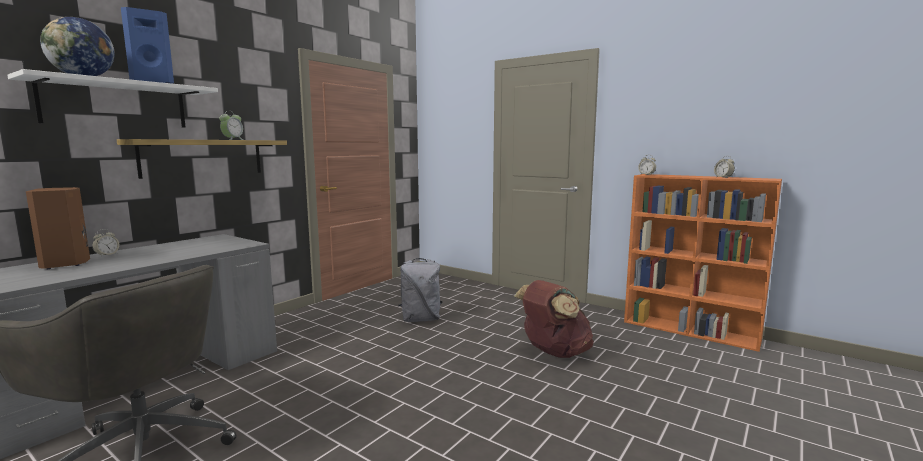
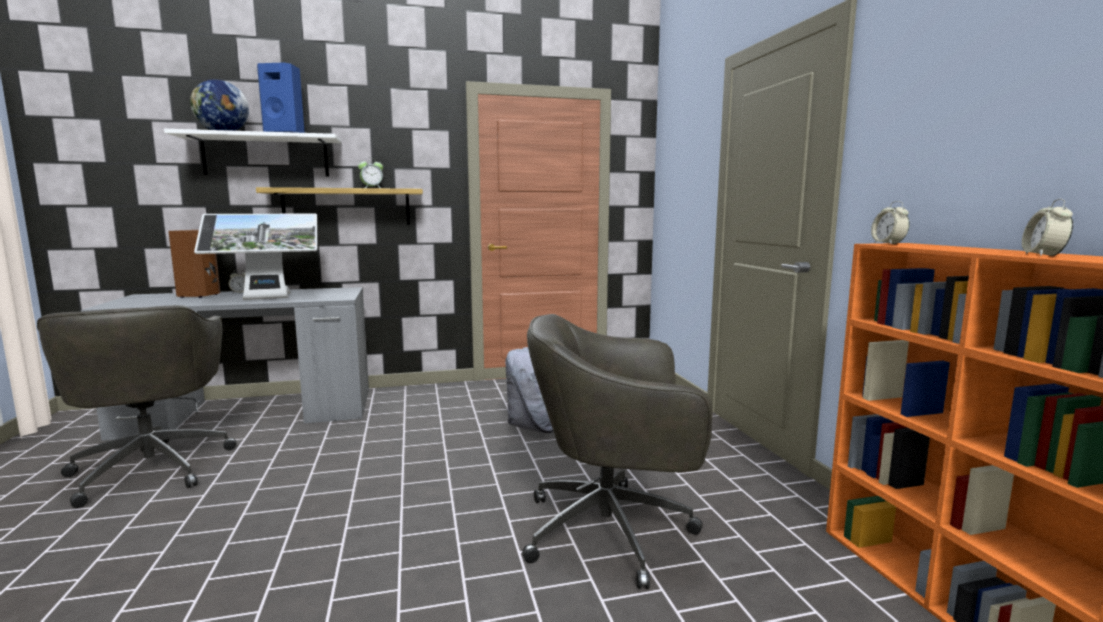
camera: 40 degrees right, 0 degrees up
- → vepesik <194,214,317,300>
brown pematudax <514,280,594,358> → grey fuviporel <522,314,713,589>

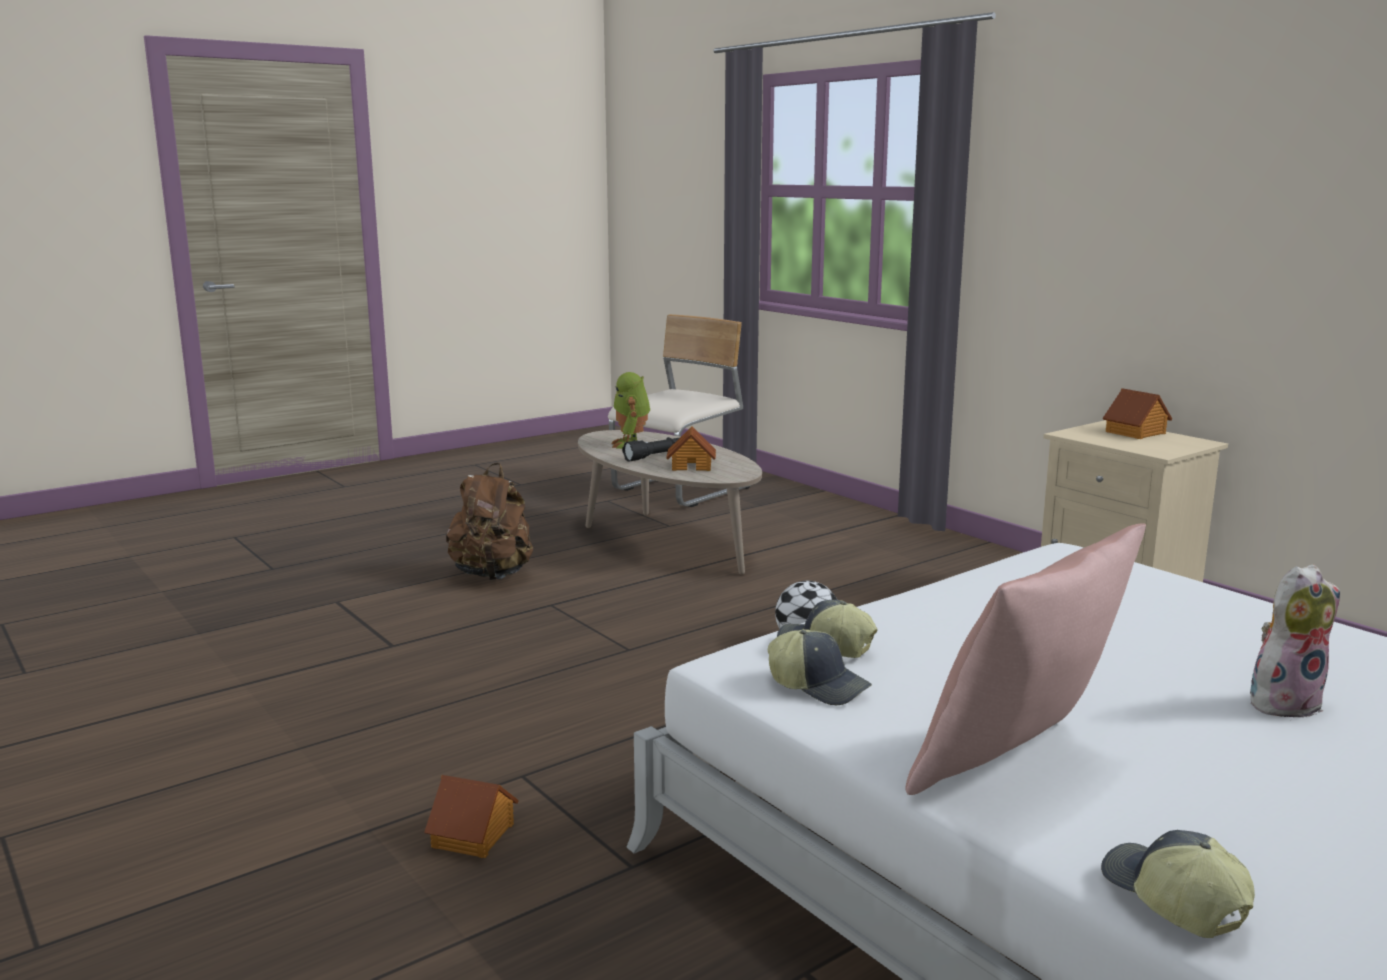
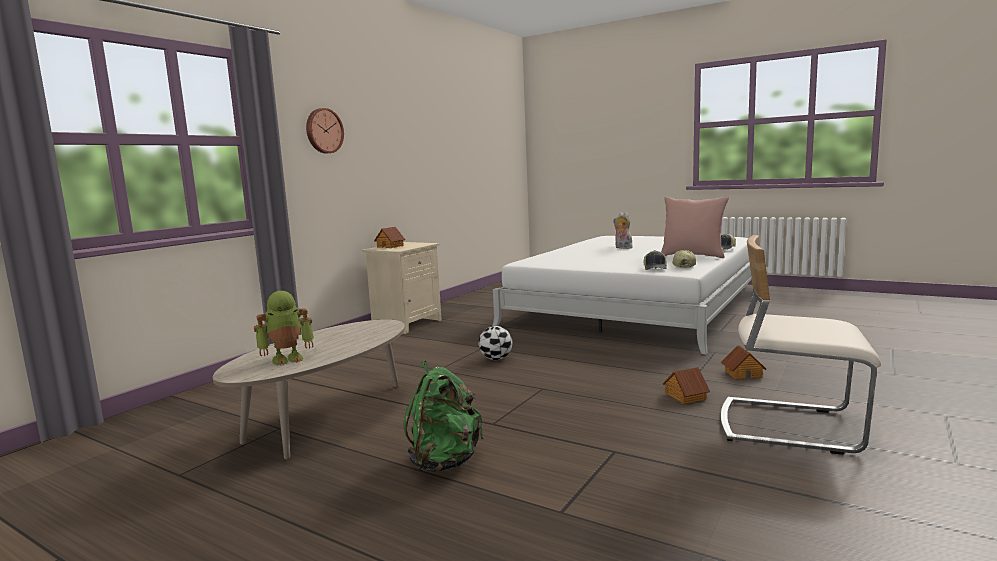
camera: 110 degrees left, 5 degrees down
- → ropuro <306,108,344,153>
brown pematudax <446,463,533,580> → green pematudax <403,360,483,473>
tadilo <666,426,716,471> → tadilo <663,367,710,404>, shifted
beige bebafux <608,314,751,507> → beige bebafux <721,235,881,455>, shifted
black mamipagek <622,437,679,461> → -

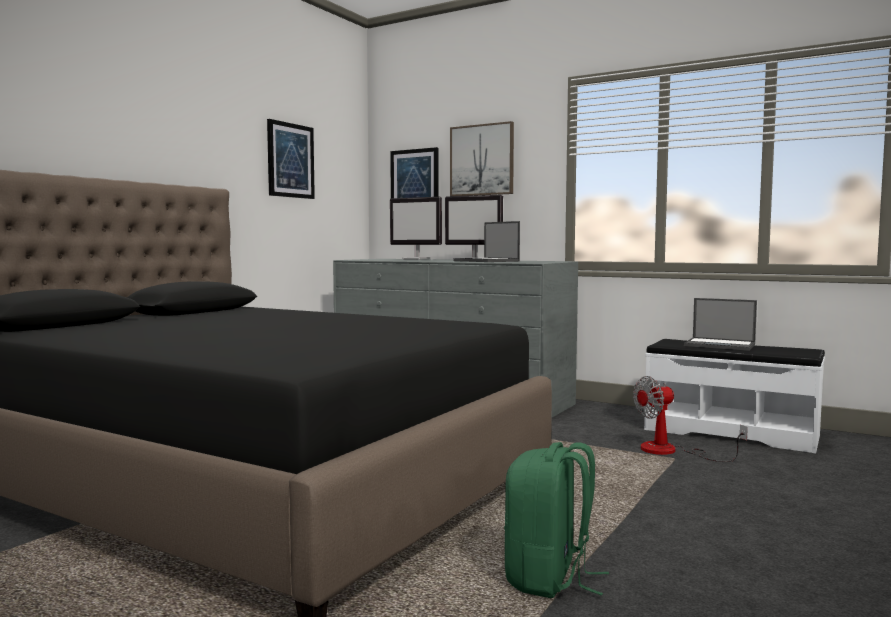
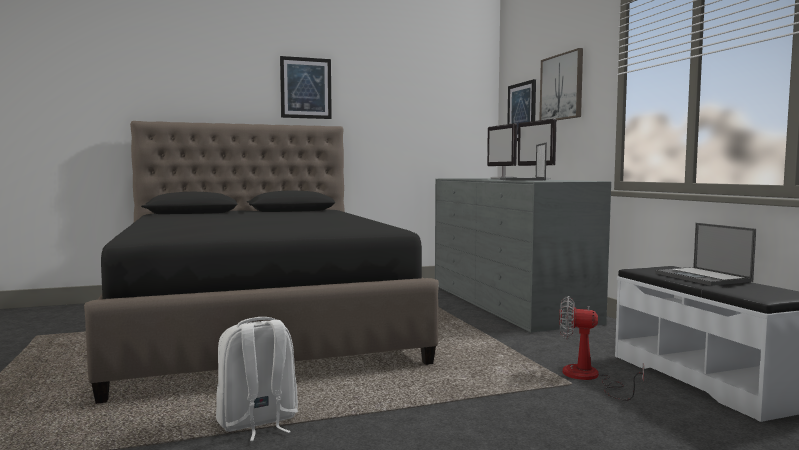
camera: 40 degrees right, 0 degrees up
green pematudax <504,442,609,598> → white pematudax <216,317,298,441>
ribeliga <267,119,315,199> → ribeliga <280,56,332,119>, shifted

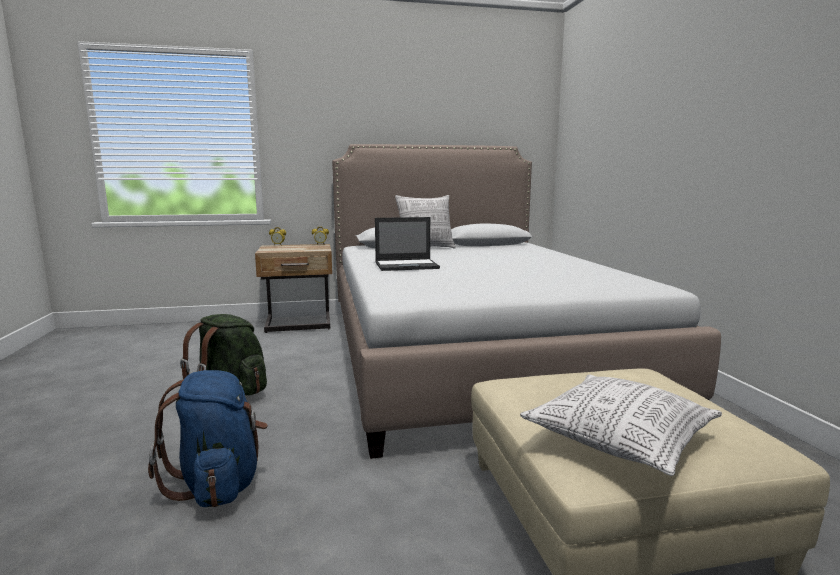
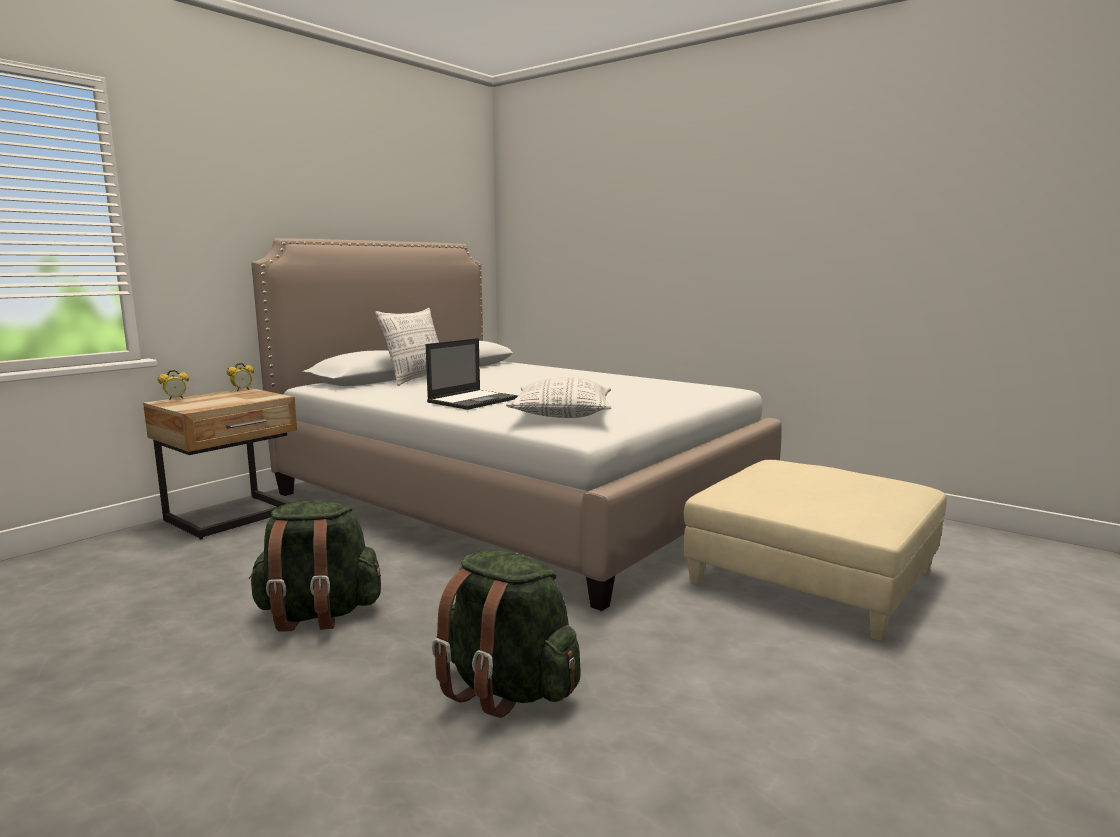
camera: 40 degrees left, 0 degrees up
blue pematudax <148,370,268,507> → green pematudax <432,550,581,718>
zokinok <520,374,722,476> → zokinok <506,377,611,418>, shifted

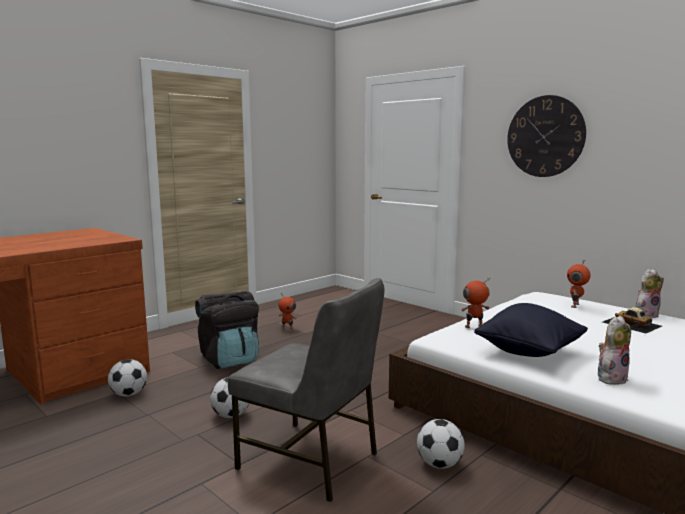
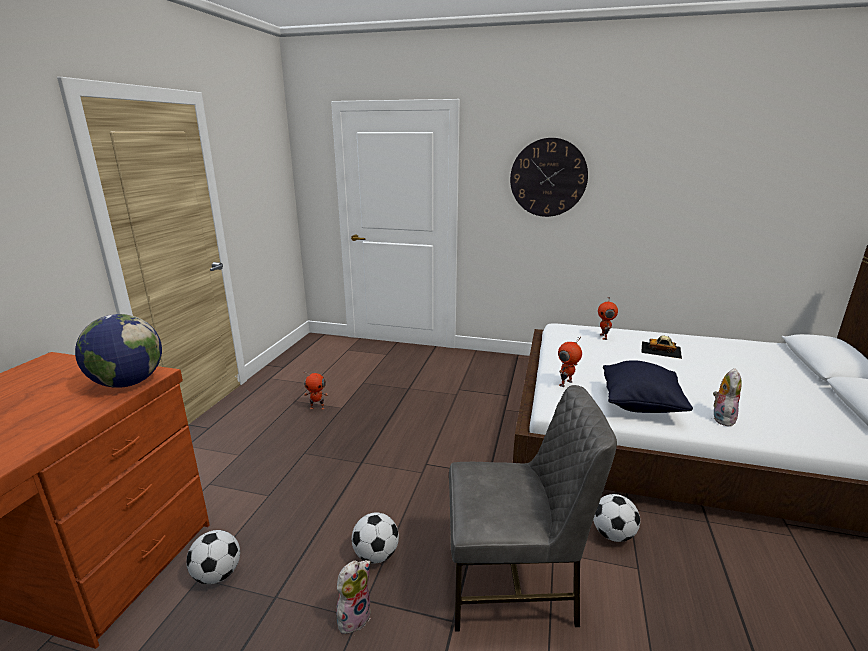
camera: 30 degrees left, 10 degrees up
- → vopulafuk <75,314,162,388>
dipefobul <635,269,664,319> → dipefobul <336,560,371,634>, shifted
black pematudax <195,291,259,369> → -

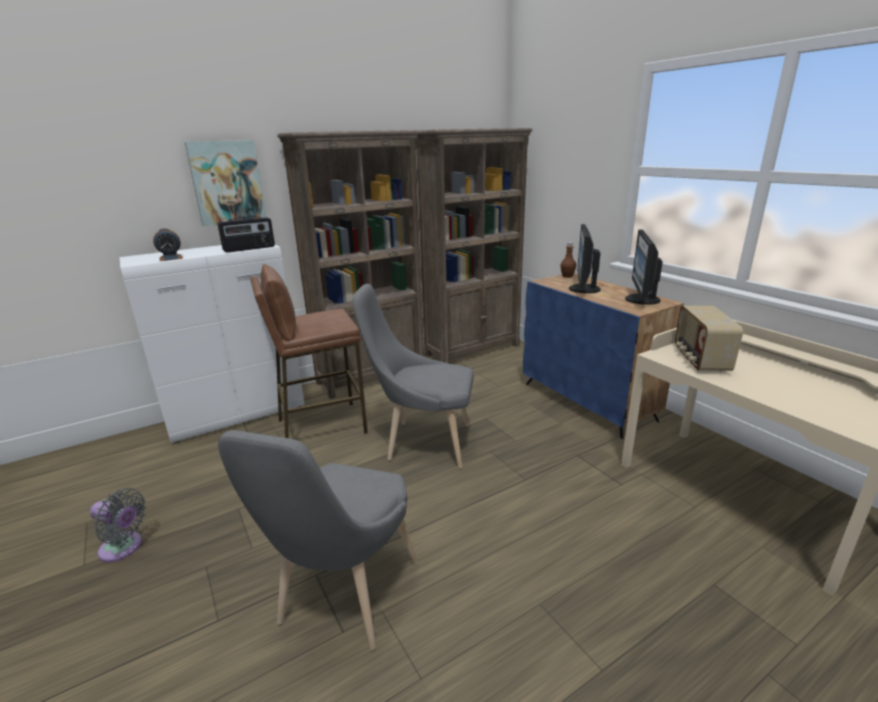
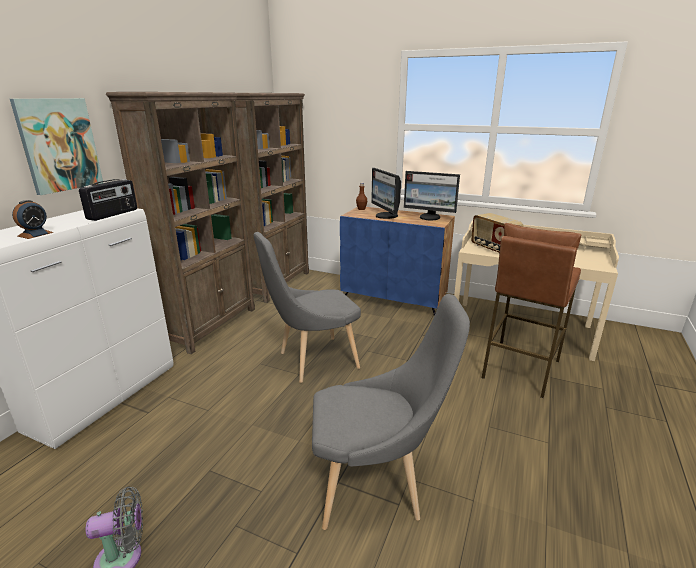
camera: 35 degrees left, 0 degrees up
grey bebafux <218,430,418,650> → grey bebafux <312,294,470,530>, 75 degrees counterclockwise
vepesik <625,229,663,305> → vepesik <404,171,460,220>, 45 degrees counterclockwise
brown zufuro <251,264,368,438> → brown zufuro <482,223,581,398>, shifted

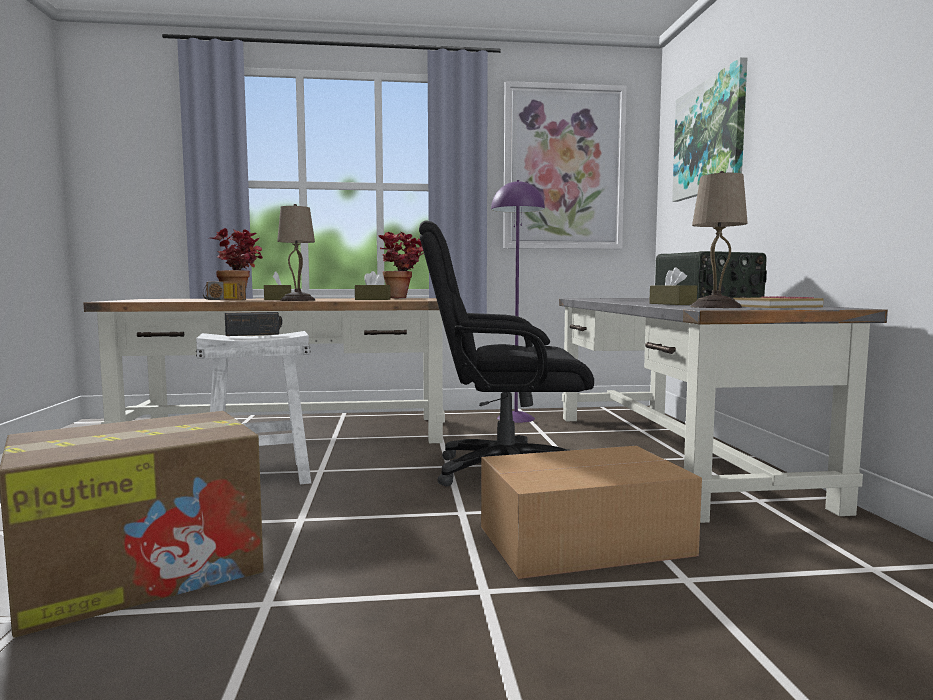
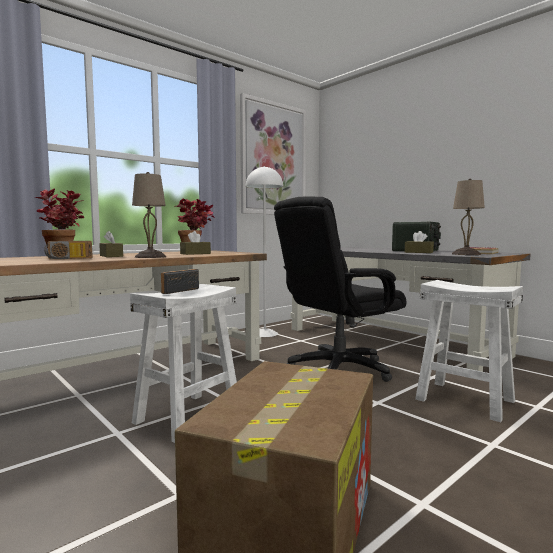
camera: 35 degrees left, 0 degrees up
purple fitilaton <491,180,545,423> → white fitilaton <246,166,283,337>
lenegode <481,446,702,579> → white zufuro <415,280,523,422>
ribeliga <672,57,747,202> → -

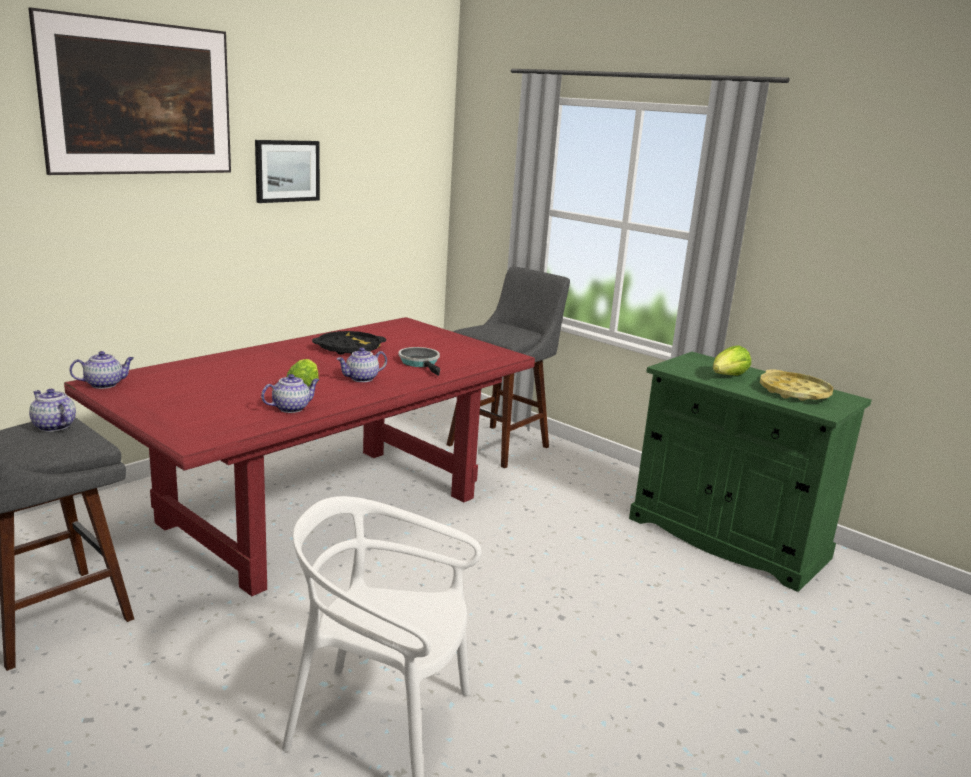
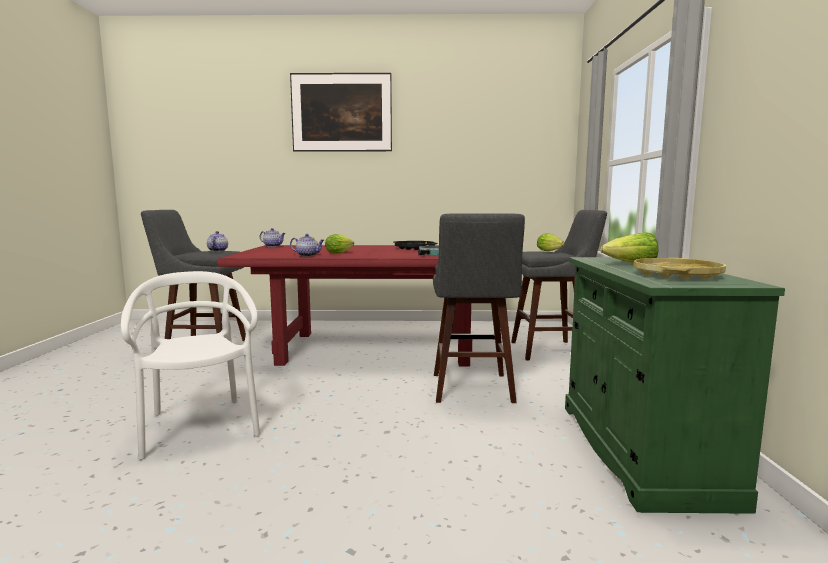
camera: 50 degrees right, 10 degrees down
- → grey zufuro <433,213,525,403>
- → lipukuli <537,233,565,251>
ribeliga <255,140,320,203> → -
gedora <337,348,387,382> → -

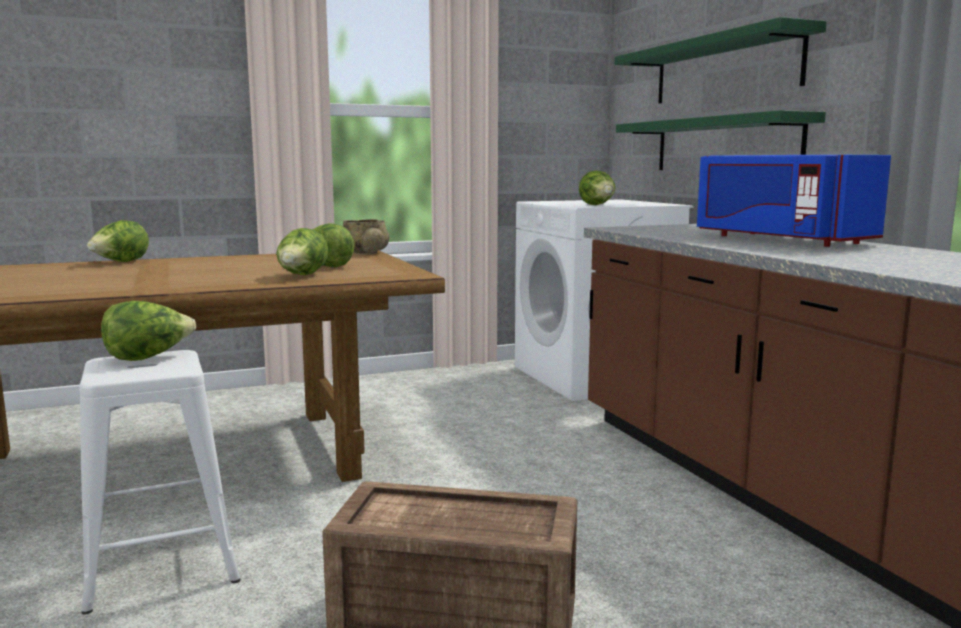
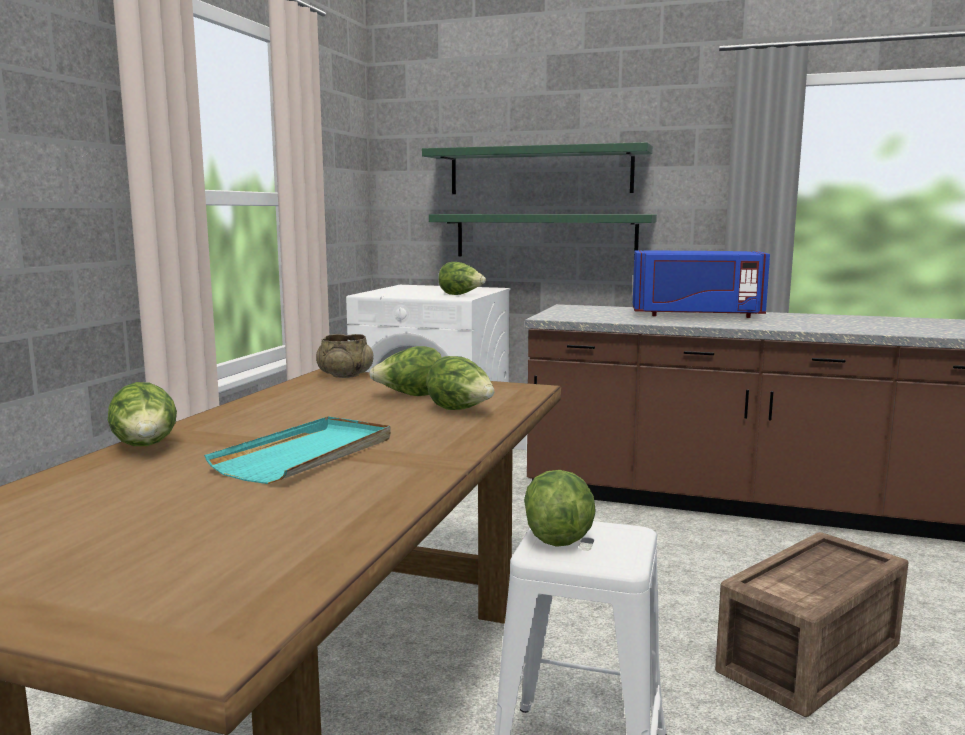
camera: 50 degrees left, 0 degrees up
- → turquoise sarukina <204,416,391,484>

